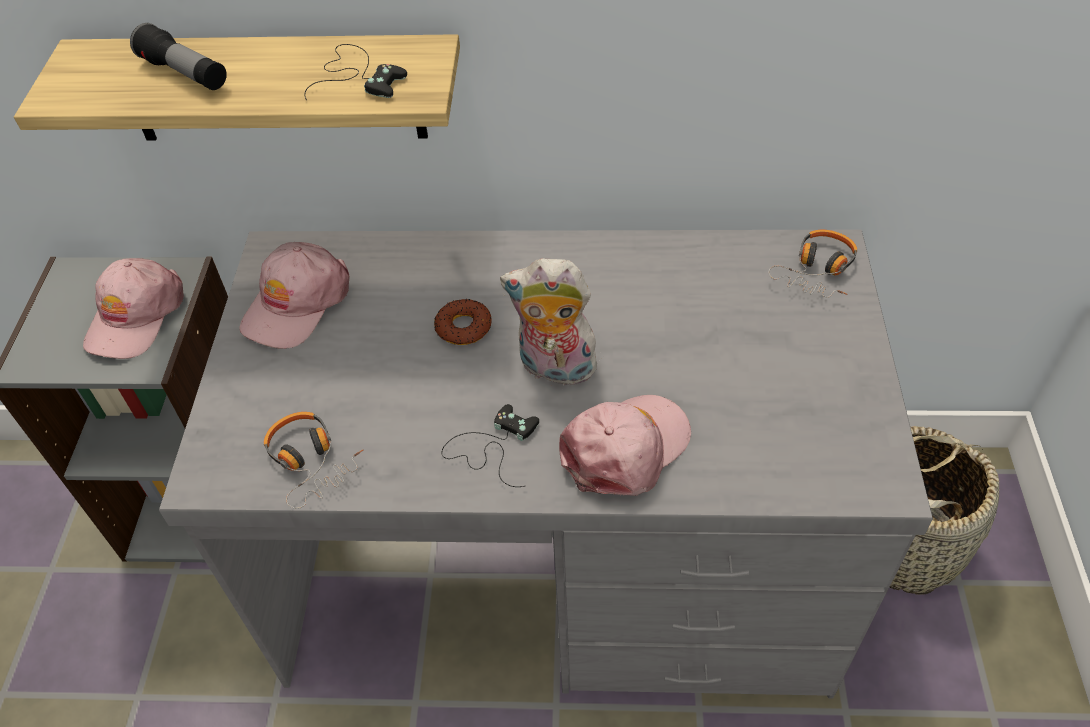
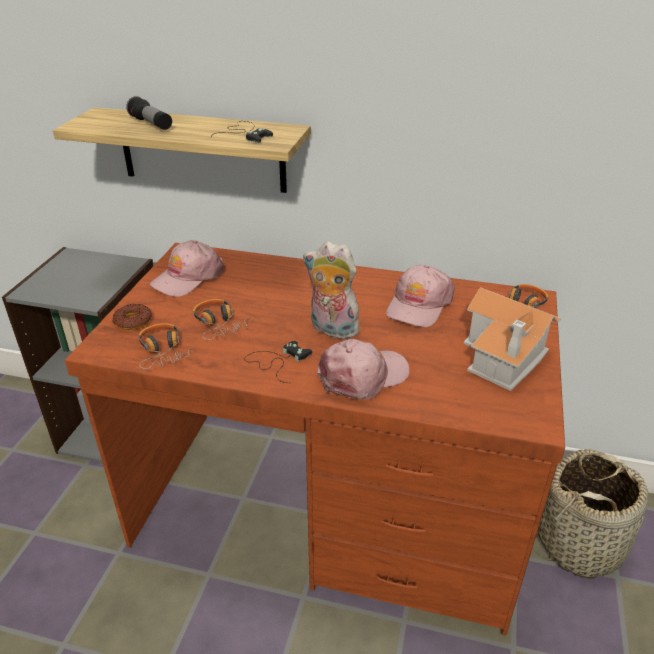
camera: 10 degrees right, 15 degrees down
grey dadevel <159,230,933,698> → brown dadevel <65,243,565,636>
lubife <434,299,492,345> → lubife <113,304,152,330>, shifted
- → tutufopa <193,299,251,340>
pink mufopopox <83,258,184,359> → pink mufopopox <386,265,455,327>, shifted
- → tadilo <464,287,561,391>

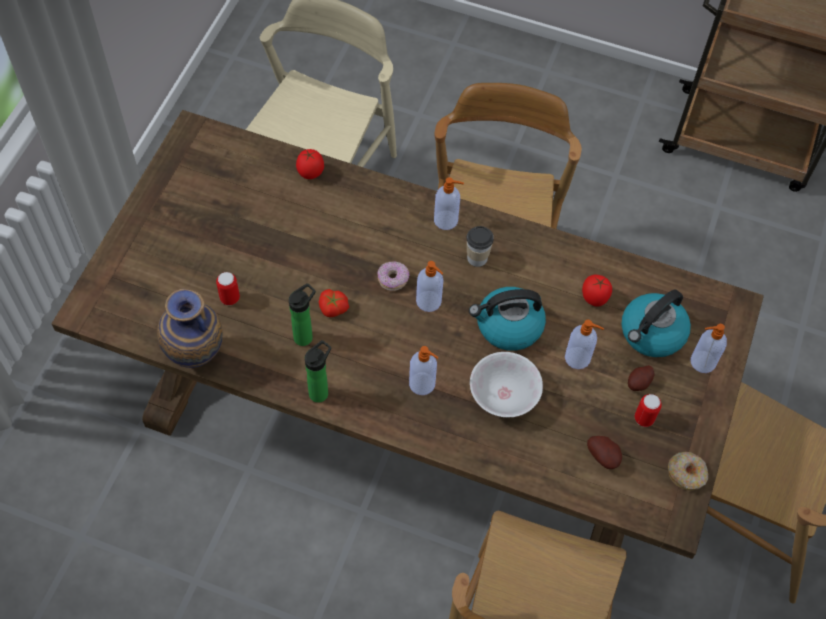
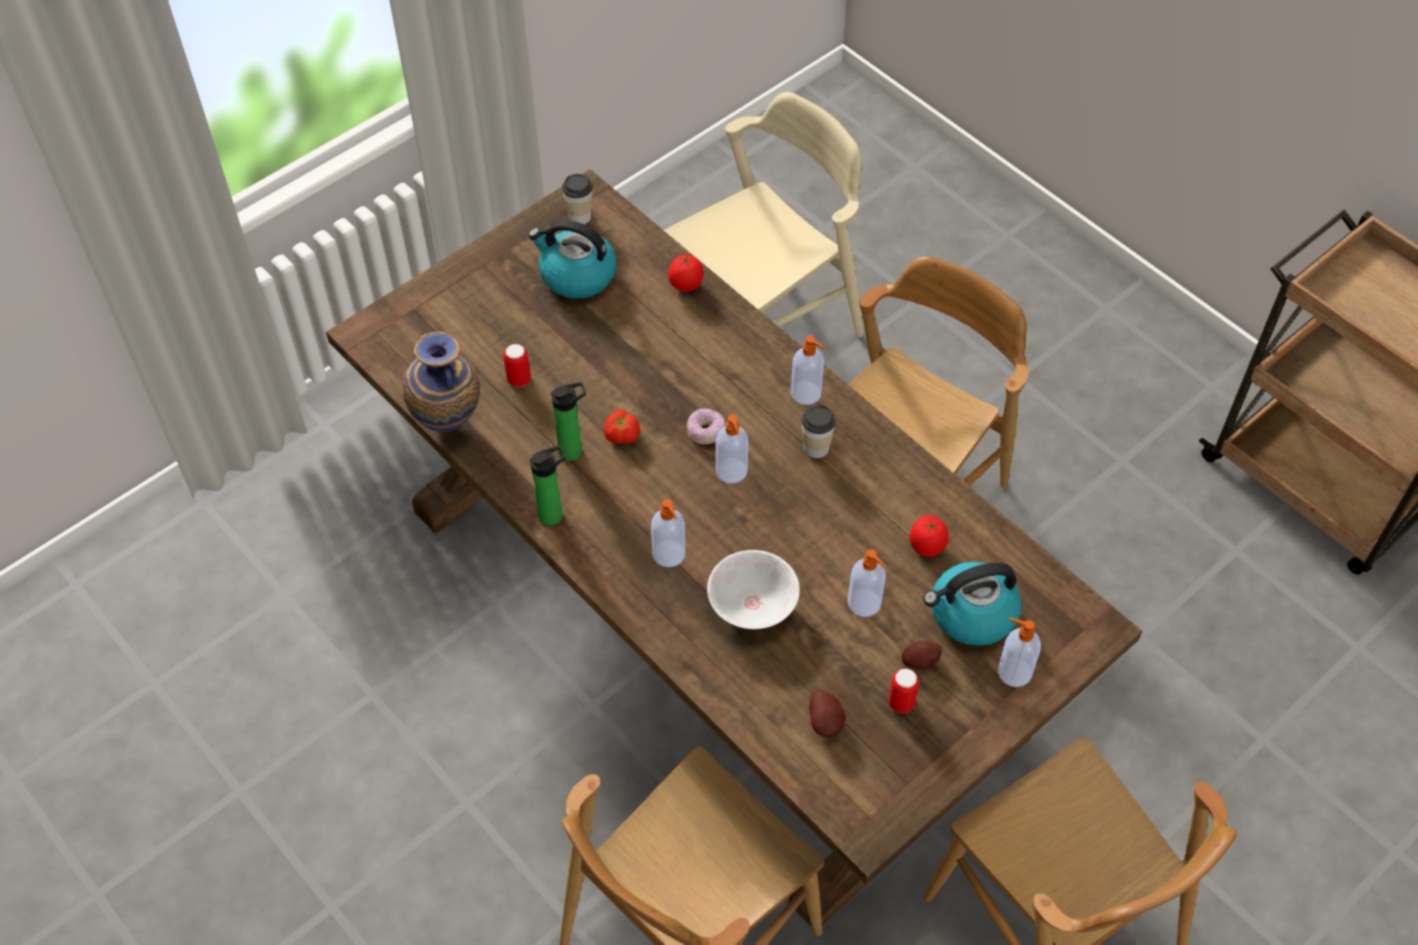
camera: 30 degrees right, 5 degrees down
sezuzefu <469,287,546,351> → sezuzefu <528,220,617,299>, shifted
- → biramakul <562,174,593,224>
lubife <668,452,708,491> → -

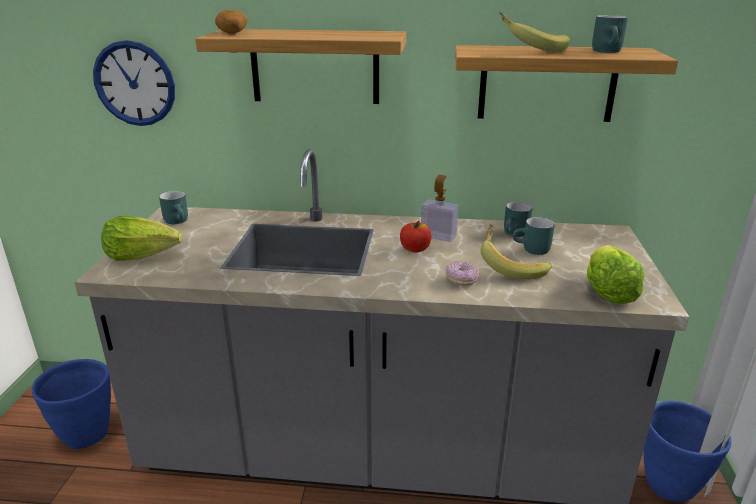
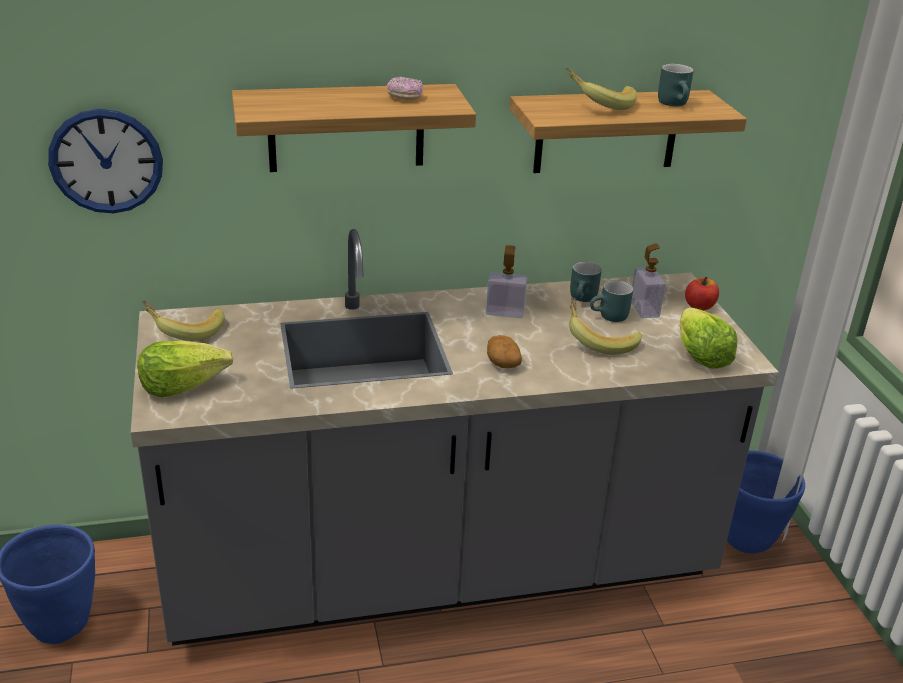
camera: 20 degrees left, 5 degrees up
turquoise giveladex <159,191,188,224> → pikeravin <142,300,225,341>
lubife <445,261,479,286> → lubife <387,76,423,100>, shifted
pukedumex <215,10,247,34> → pukedumex <487,335,522,368>, shifted
- → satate <631,243,665,318>
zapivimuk <400,221,431,253> → zapivimuk <685,277,719,311>, shifted

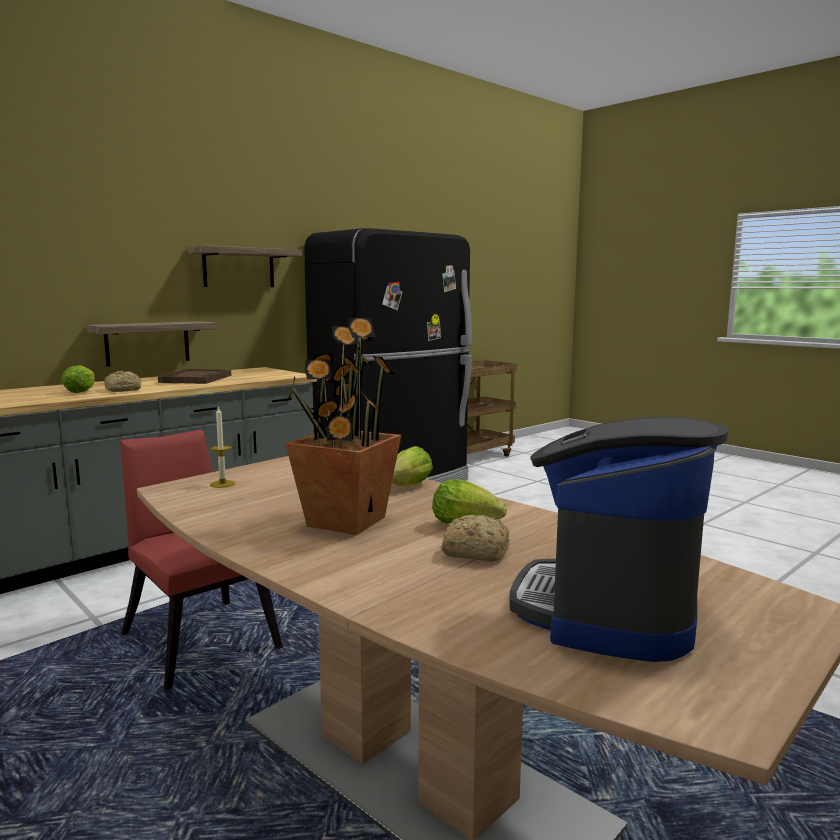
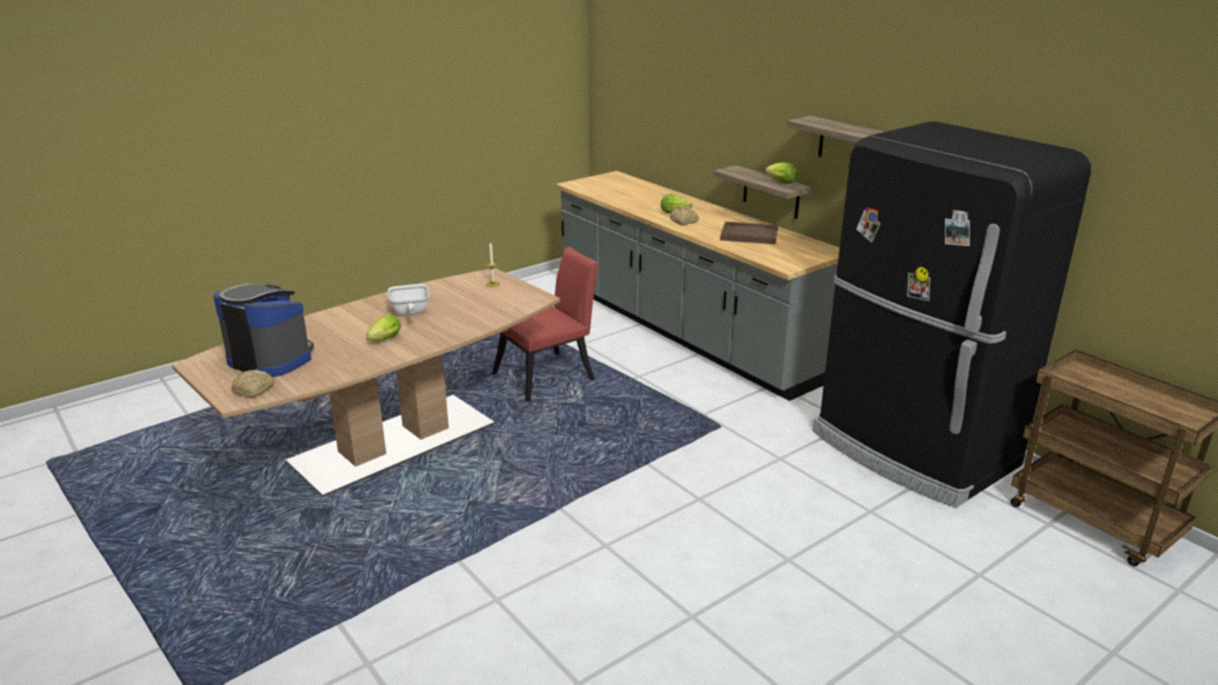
camera: 95 degrees right, 15 degrees up
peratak <442,515,510,562> → peratak <231,370,275,398>, shifted
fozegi <285,318,401,535> → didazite <388,284,430,315>
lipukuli <392,446,433,486> → lipukuli <765,162,798,184>, shifted

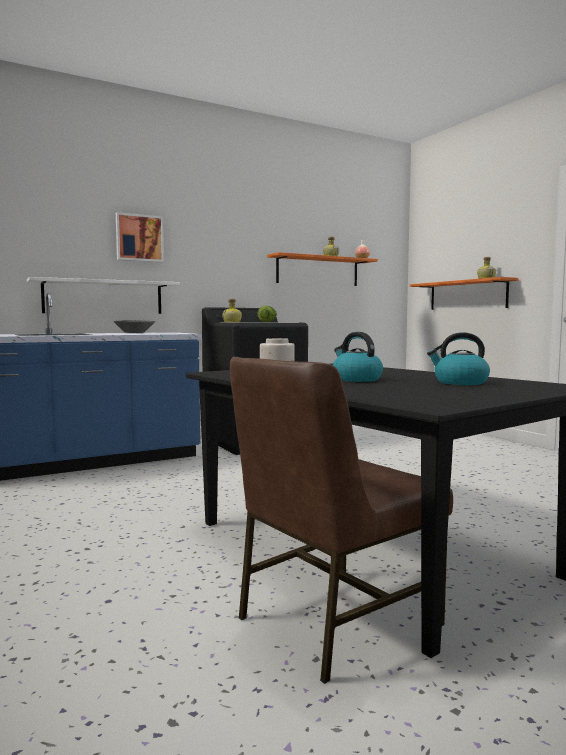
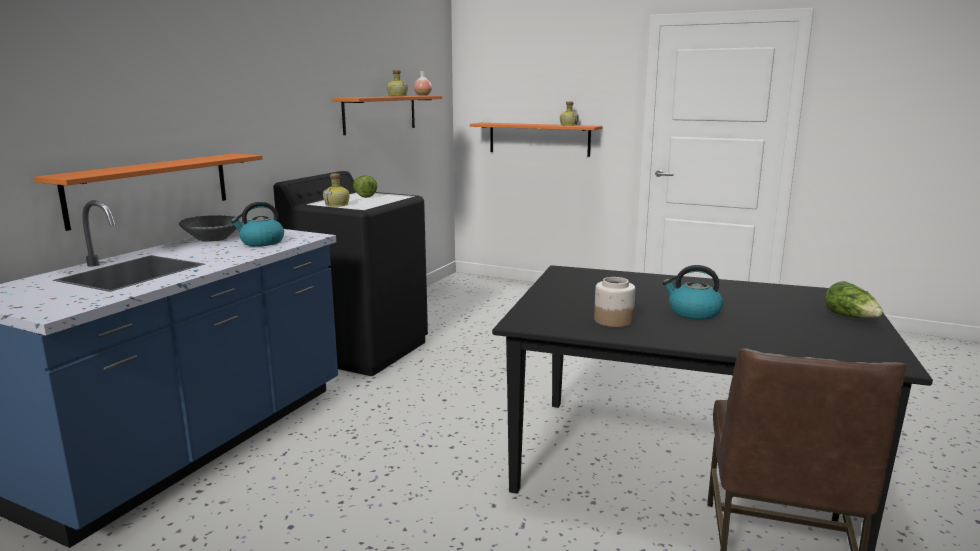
camera: 35 degrees left, 10 degrees up
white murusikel <27,277,180,314> → orange murusikel <34,154,263,231>
sezuzefu <427,332,490,385> → sezuzefu <231,202,284,246>, shifted
- → lipukuli <825,281,883,318>
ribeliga <116,212,164,262> → -

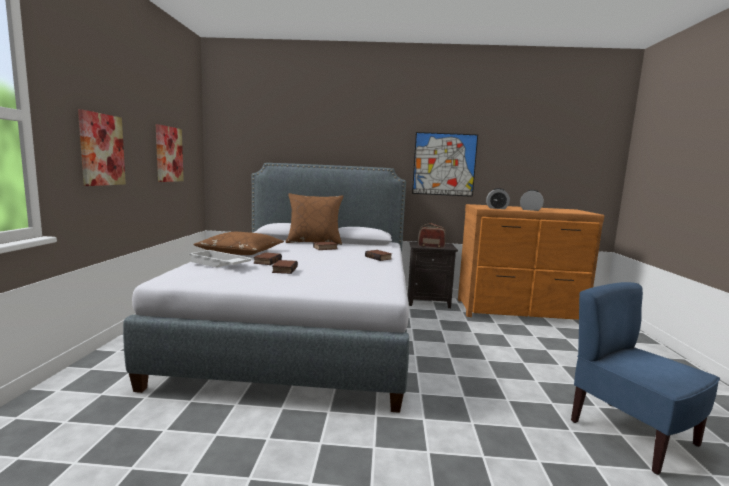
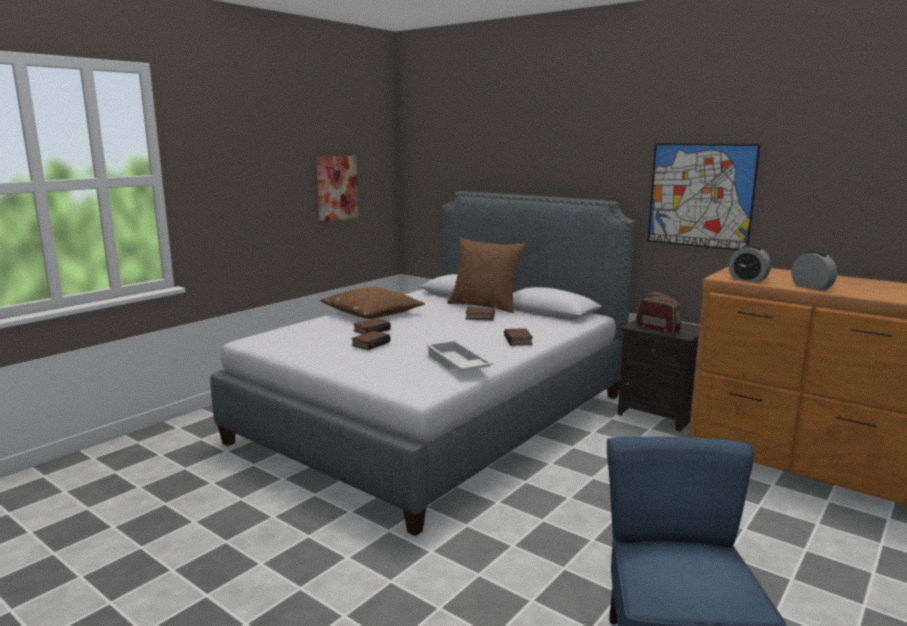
camera: 35 degrees right, 5 degrees up
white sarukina <189,250,253,268> → white sarukina <426,340,493,371>, shifted
ribeliga <78,109,126,186> → -

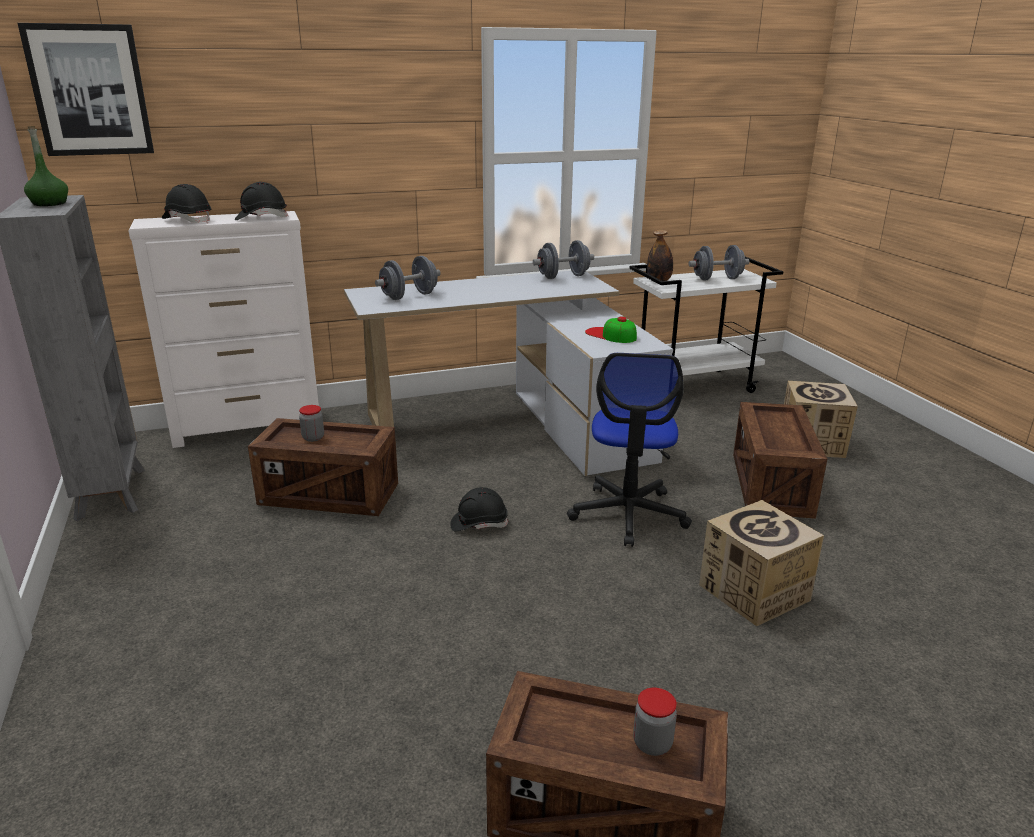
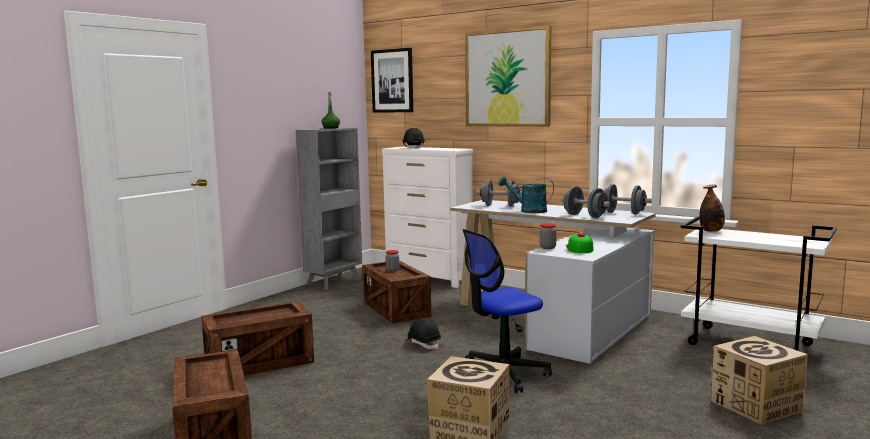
camera: 55 degrees right, 15 degrees down
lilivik <733,402,827,519> → lilivik <201,301,314,376>, shifted
- → ribeliga <465,25,551,127>
- → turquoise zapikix <499,176,554,213>
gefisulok <633,687,677,756> → gefisulok <540,223,557,249>, shifted
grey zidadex <688,245,749,280> → grey zidadex <561,186,611,218>, shifted
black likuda <235,182,288,220> → -

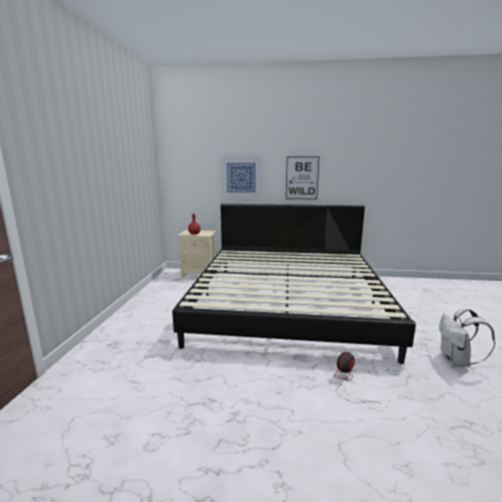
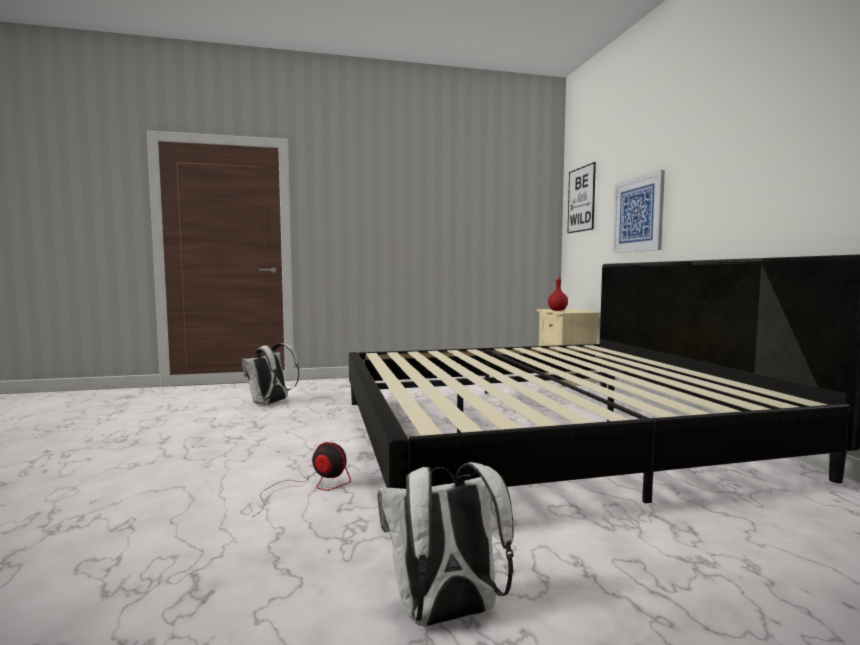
camera: 70 degrees right, 10 degrees down
- → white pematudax <242,343,299,405>
ribeliga <286,157,319,200> → ribeliga <568,162,596,233>, shifted

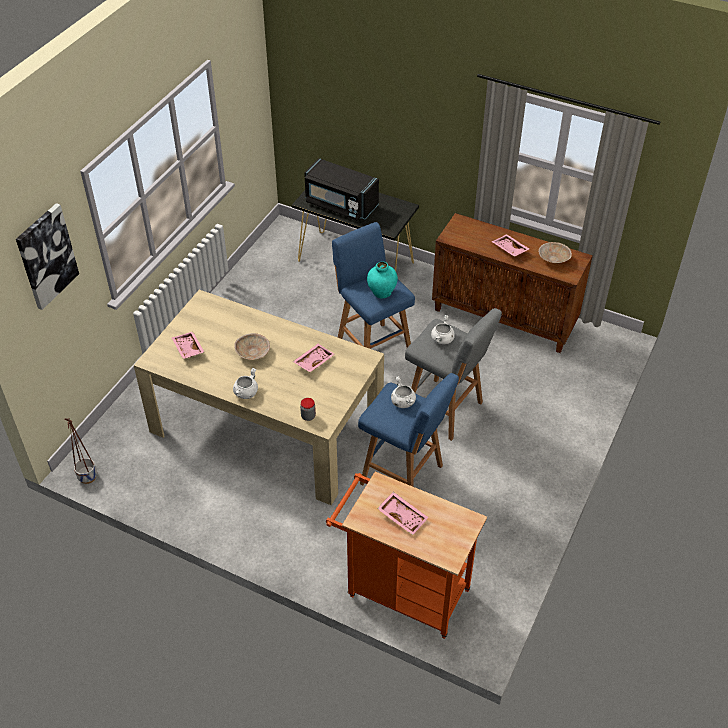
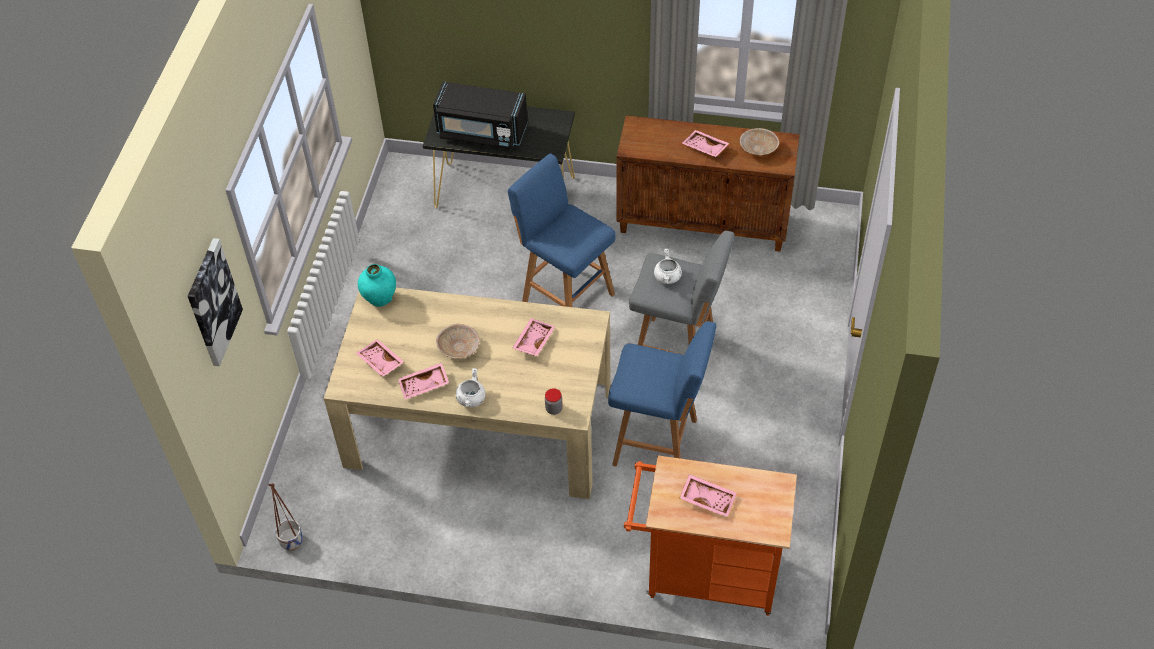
camera: 15 degrees left, 5 degrees up
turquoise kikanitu <367,261,398,299> → turquoise kikanitu <358,264,396,307>, shifted
- → pink sarukina <398,363,449,399>
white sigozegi <391,376,416,408> → -

